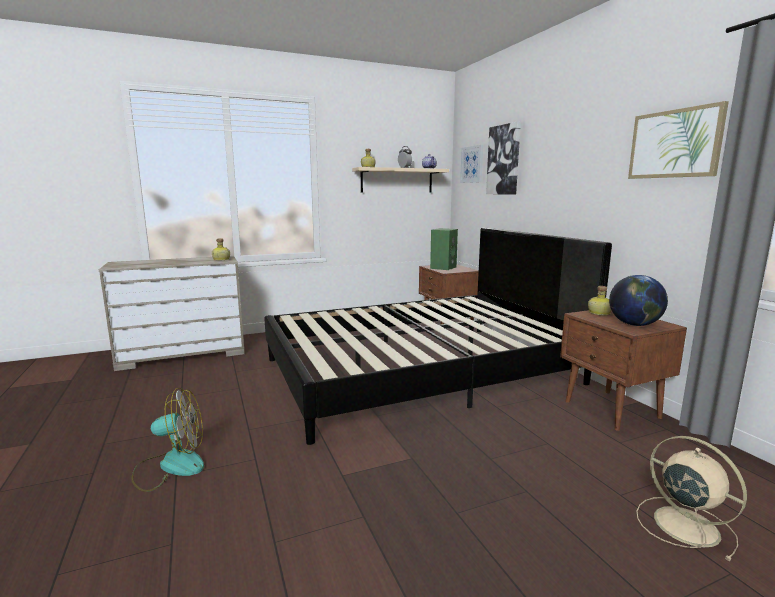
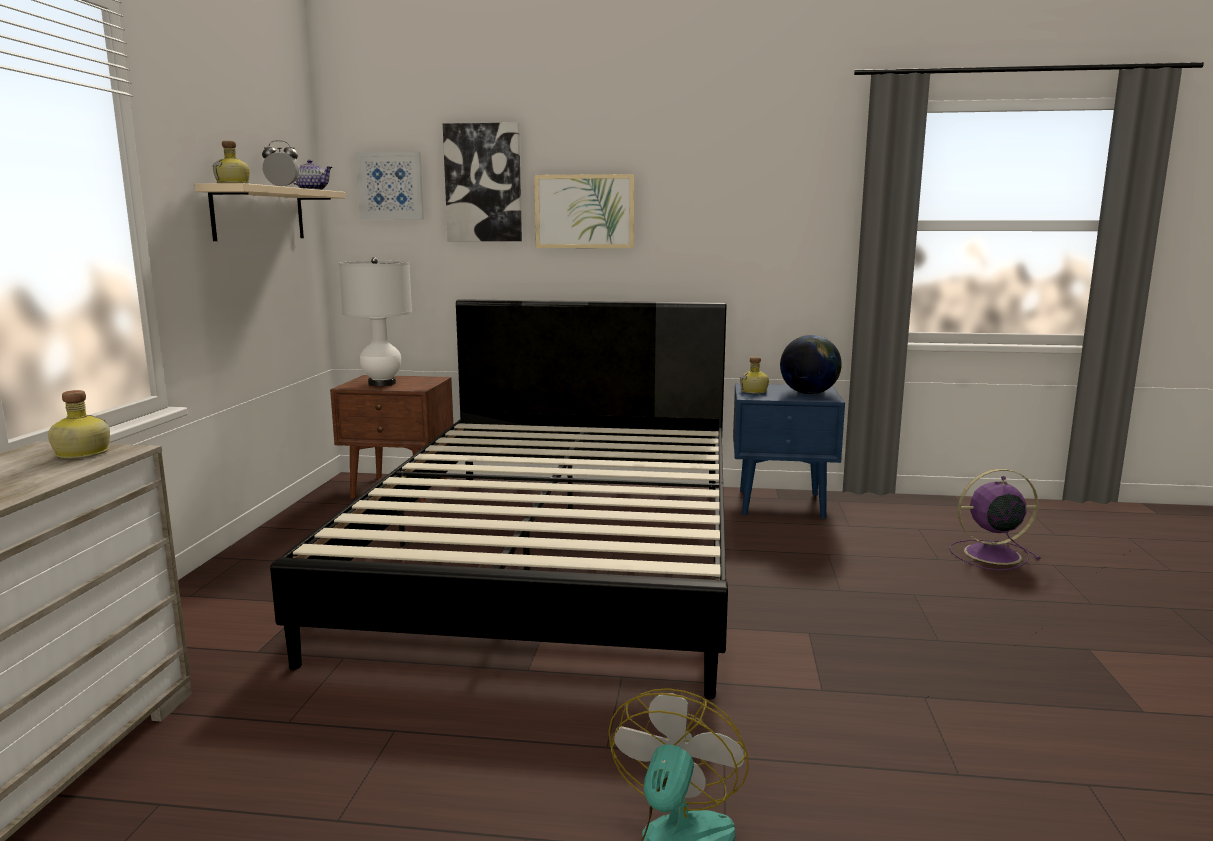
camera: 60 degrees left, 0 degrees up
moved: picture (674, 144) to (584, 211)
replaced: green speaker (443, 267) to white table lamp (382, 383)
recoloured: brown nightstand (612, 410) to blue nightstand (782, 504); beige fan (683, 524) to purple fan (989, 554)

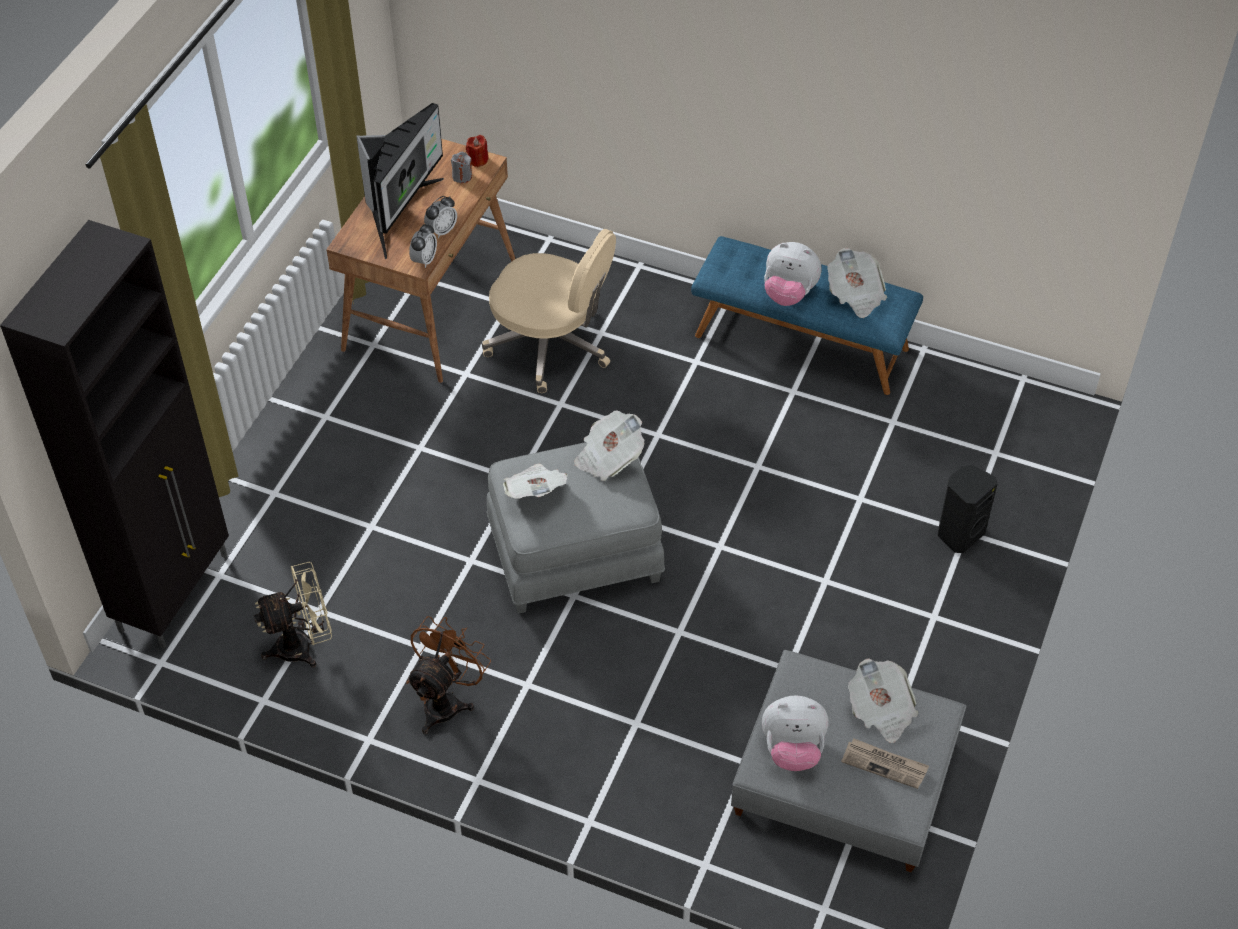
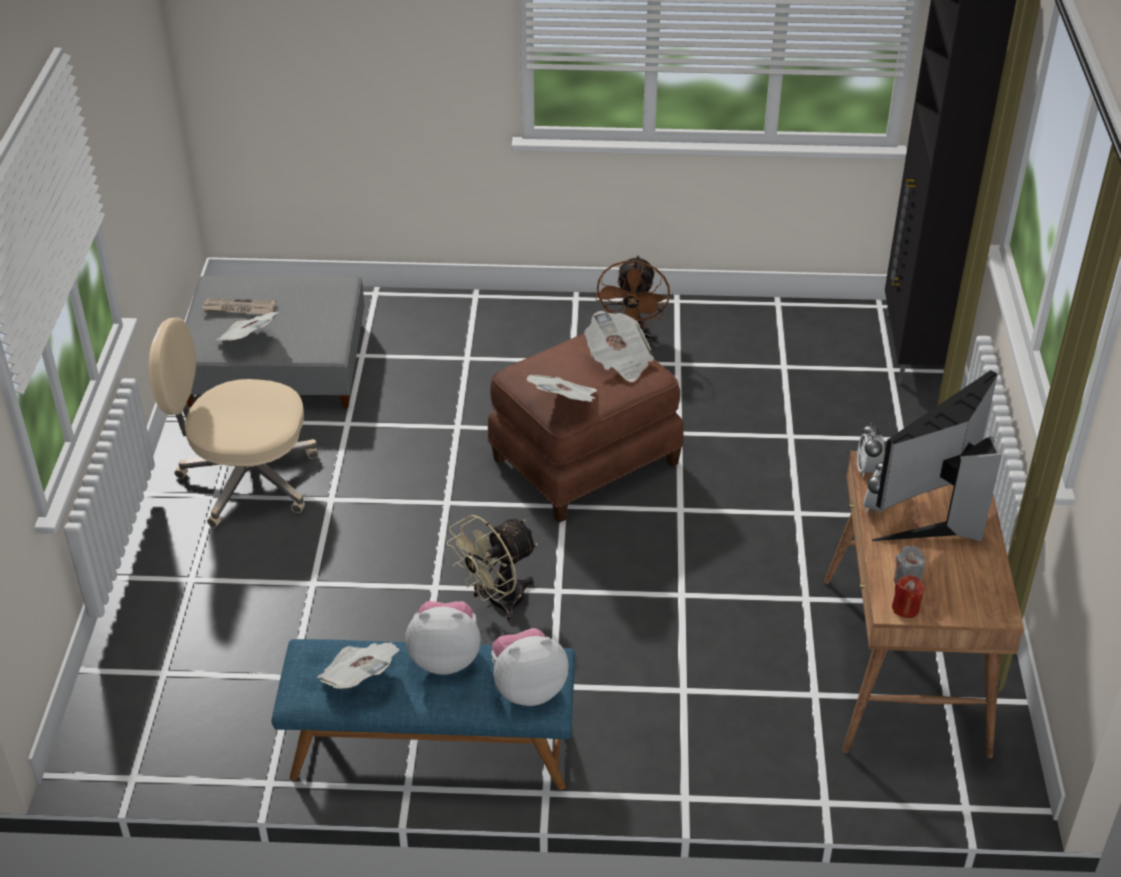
camera: 160 degrees right, 10 degrees down
removed: black speaker (959, 533)
moved: beige office chair (551, 346) to (246, 480); beige fan (303, 646) to (497, 602); plush toy (792, 749) to (528, 688)
recoloured: grey ottoman (575, 556) to brown ottoman (584, 459)
turned: monitor (400, 213) = (941, 515) 45 degrees clockwise

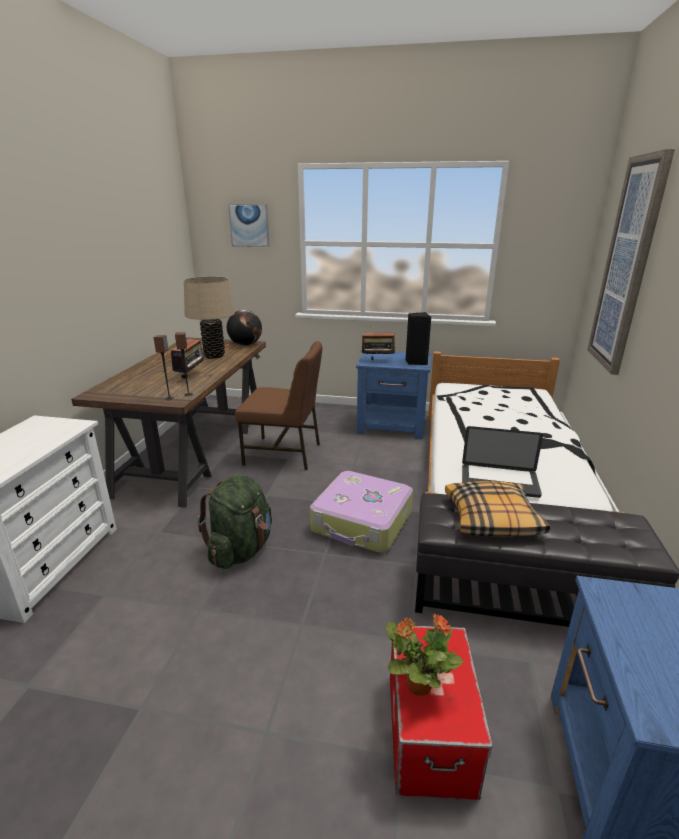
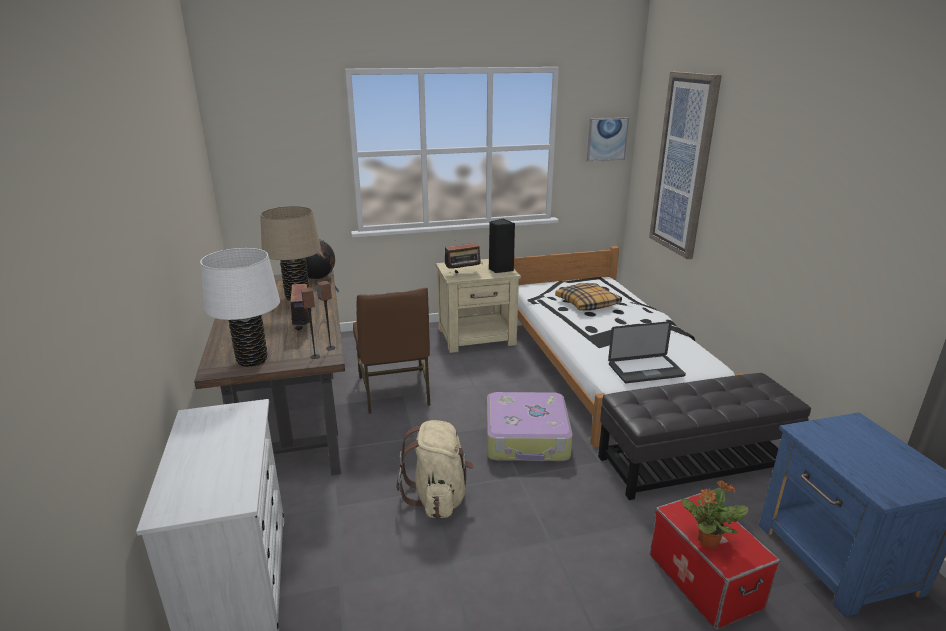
camera: 25 degrees left, 0 degrees up
added: white table lamp (252, 360)
moved: pillow (492, 519) to (587, 304); picture (249, 225) to (606, 139)
recoloured: green backpack (241, 550) to beige backpack (438, 497); blue nightstand (392, 425) to beige nightstand (478, 337)
turned: brown chair (284, 454) = (395, 391) 90 degrees clockwise

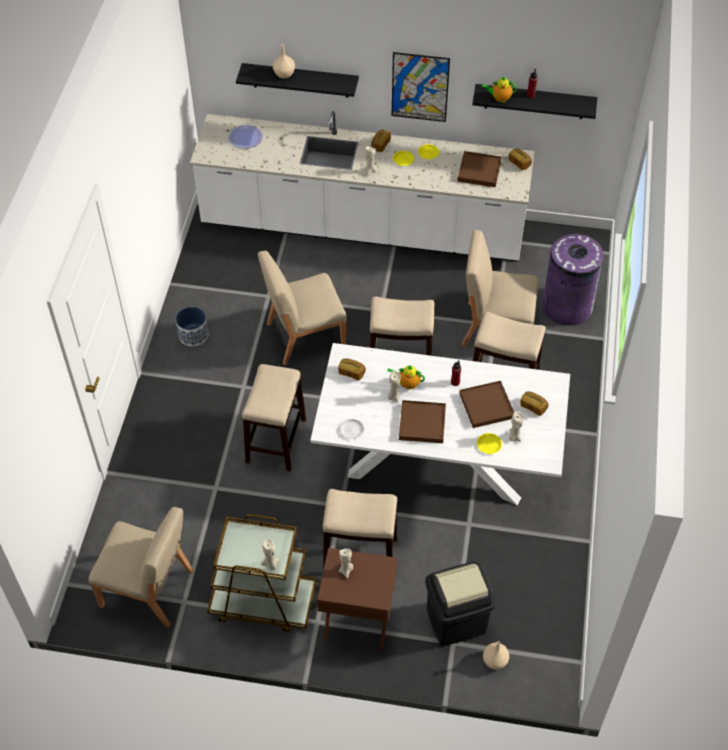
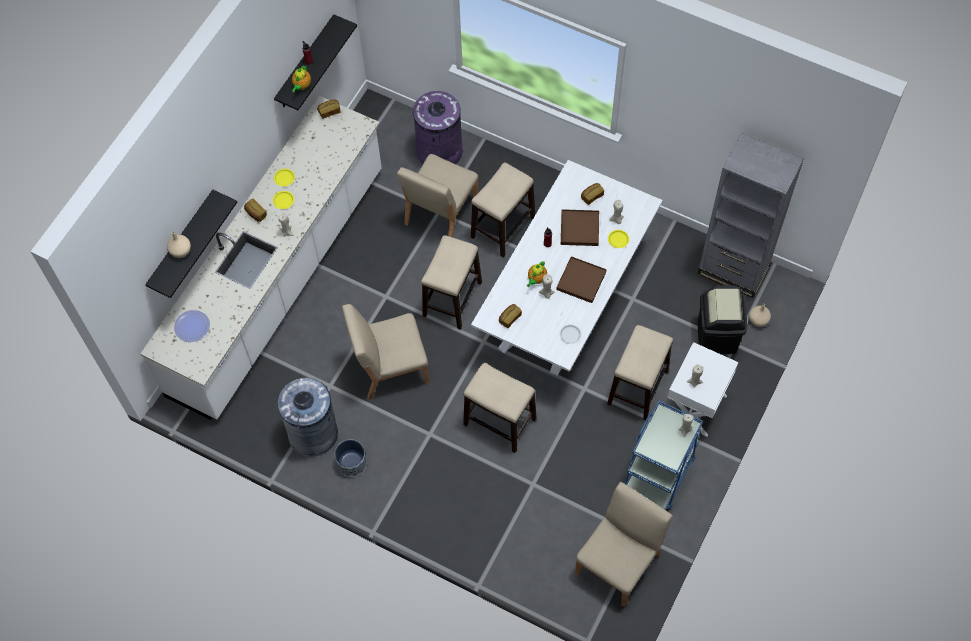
camera: 70 degrees left, 10 degrees up
removed: picture (420, 87); brown tray (479, 171)
added: grey trash can (313, 433); grey bookcase (733, 269)
recoloured: brown cart (262, 602) to blue cart (658, 474); brown nightstand (357, 620) to white nightstand (696, 406)
turned: beige chair (304, 335) = (390, 367) 75 degrees clockwise

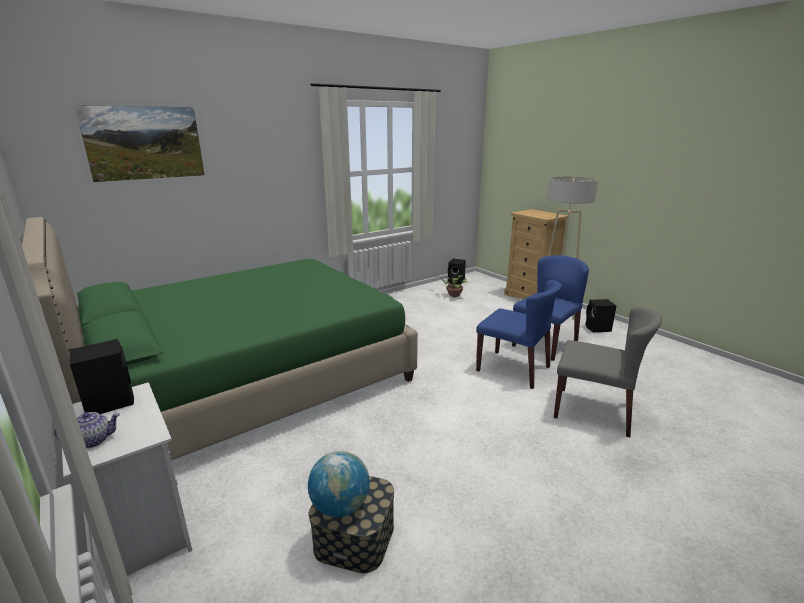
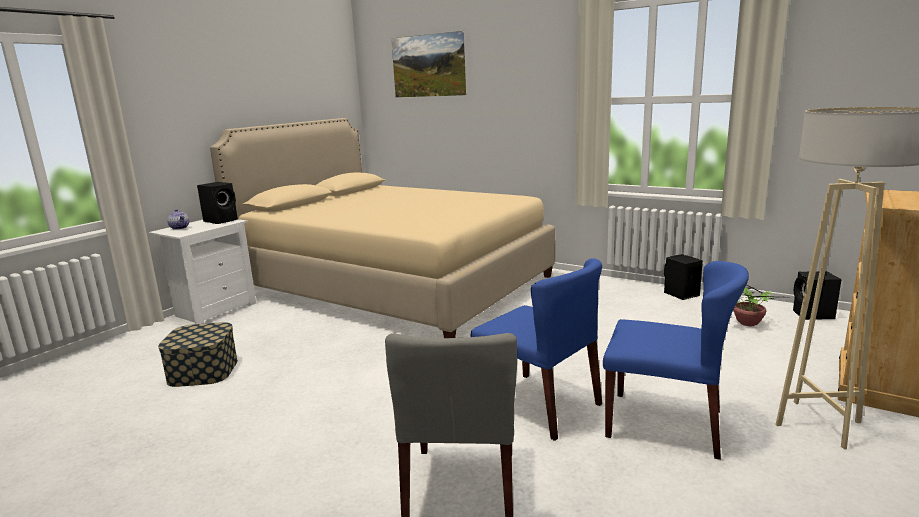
camera: 70 degrees right, 5 degrees down
removed: globe (340, 506)
moved: black speaker (598, 329) to (680, 294)
recoloured: green bed (247, 381) to beige bed (395, 285)
turned: blue chair (514, 369) = (540, 404) 60 degrees counterclockwise

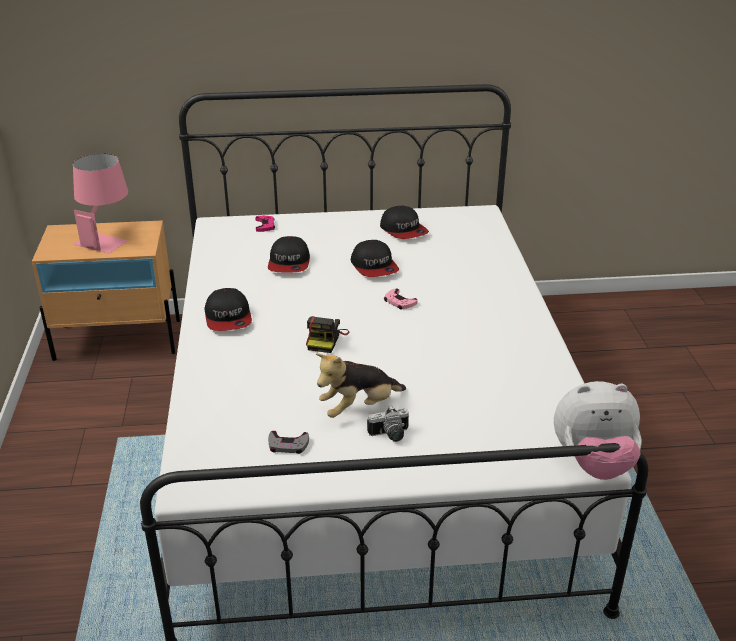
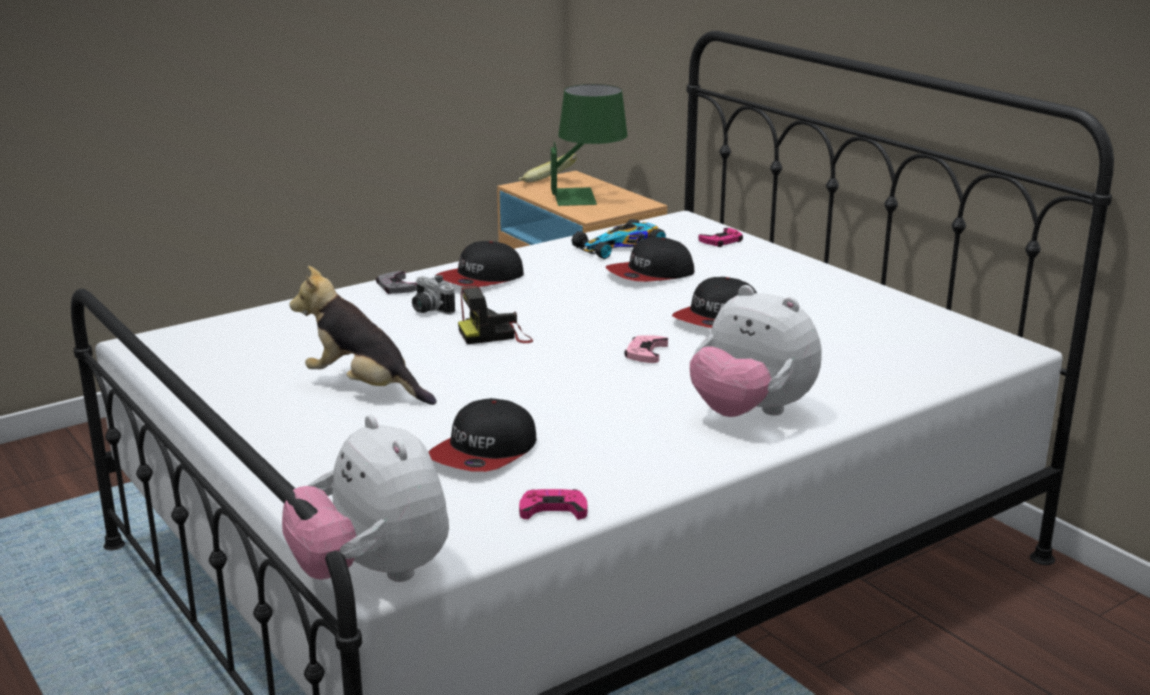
camera: 60 degrees right, 10 degrees down
added: banana (546, 184); pink game controller (553, 509); toy car (620, 246); plush toy (751, 413)
moved: grey game controller (288, 445) to (396, 287); photo camera (390, 435) to (428, 310); cap (404, 230) to (484, 452)
recoloured: pink table lamp (106, 238) to green table lamp (588, 196)

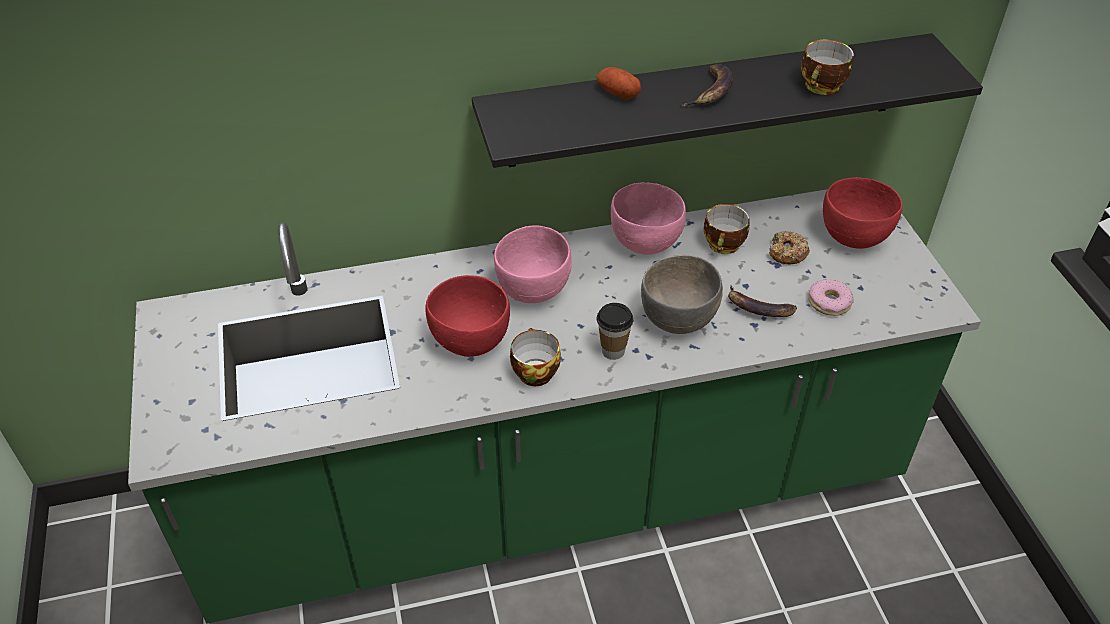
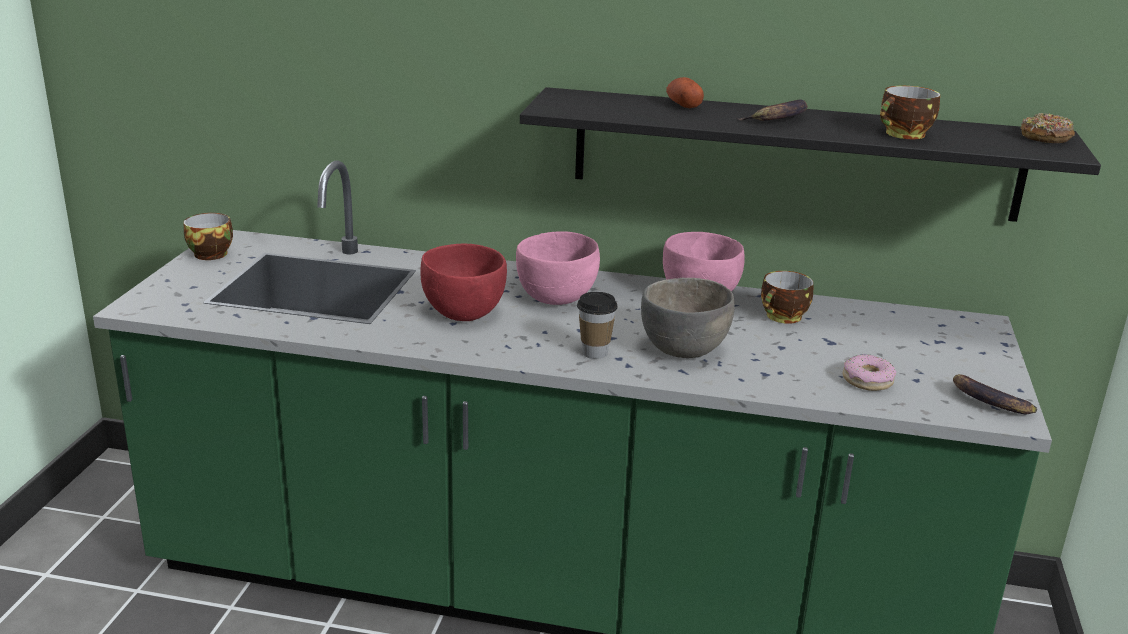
camera: 25 degrees right, 20 degrees down
removed: red bowl (854, 238)
moved: cup (533, 371) to (211, 253); banana (758, 308) to (987, 401); donut (787, 253) to (1045, 137)

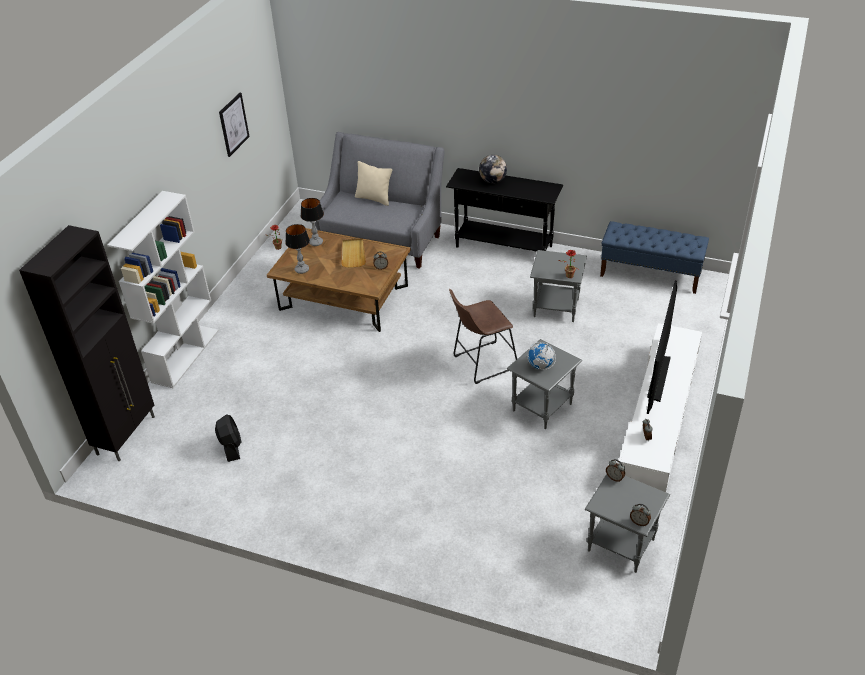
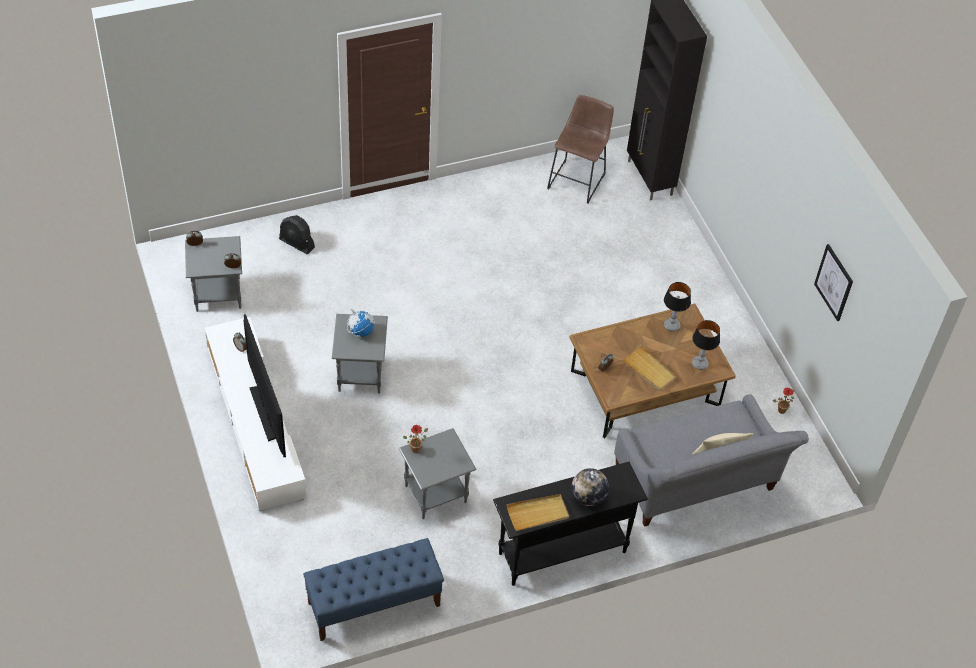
camera: 135 degrees right, 10 degrees up
removed: white bookcase (185, 355)
added: beige tray (538, 513)
moved: black fan (231, 447) to (297, 243); brown stool (481, 363) to (578, 179)

